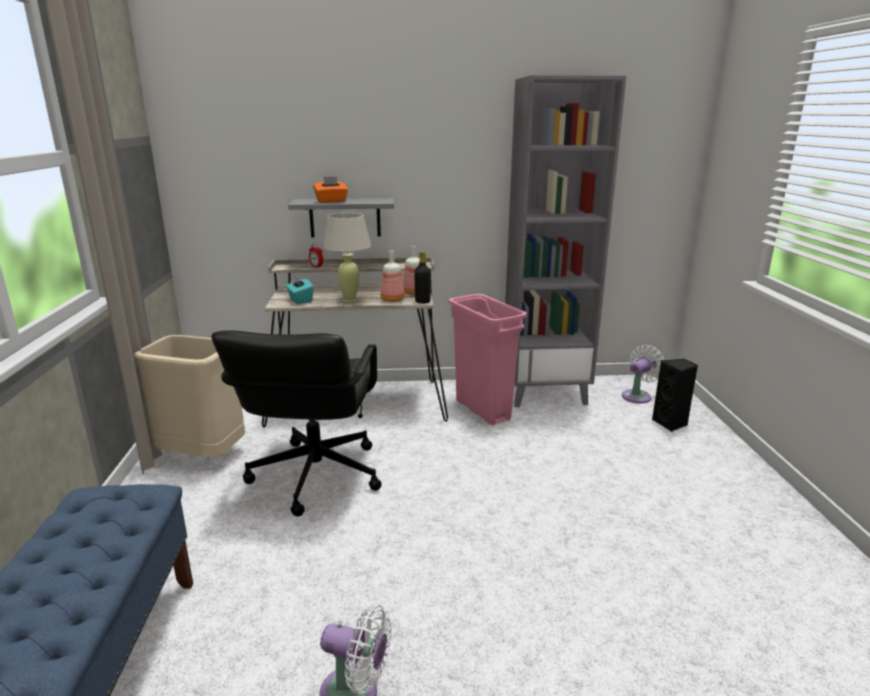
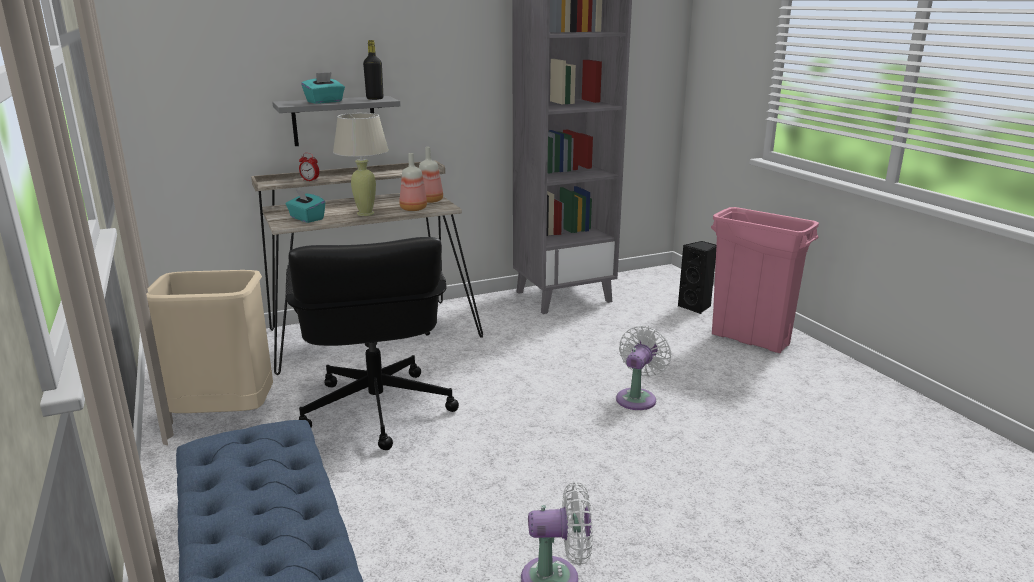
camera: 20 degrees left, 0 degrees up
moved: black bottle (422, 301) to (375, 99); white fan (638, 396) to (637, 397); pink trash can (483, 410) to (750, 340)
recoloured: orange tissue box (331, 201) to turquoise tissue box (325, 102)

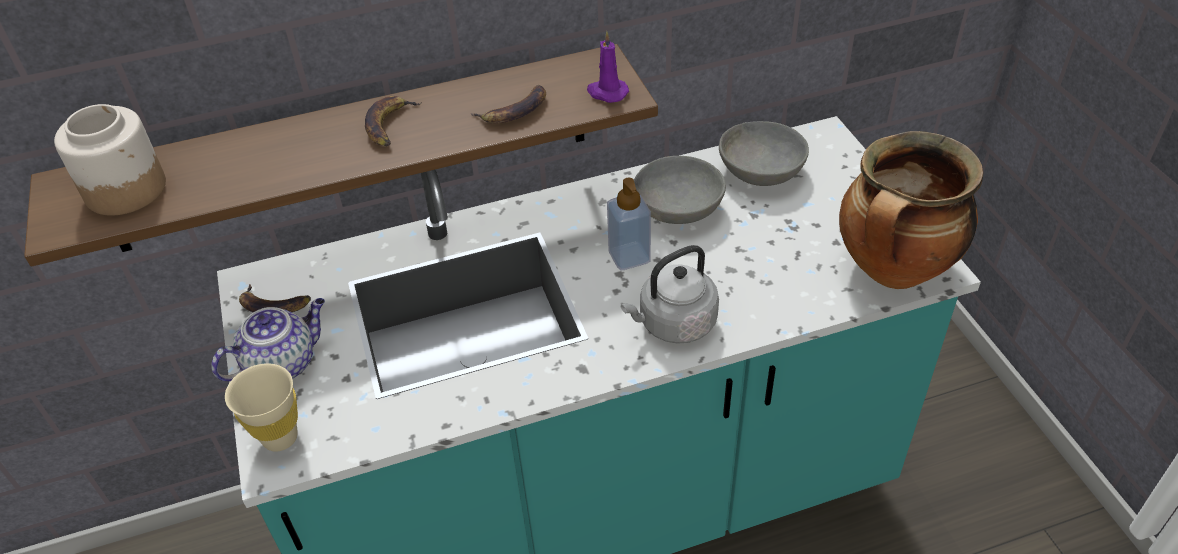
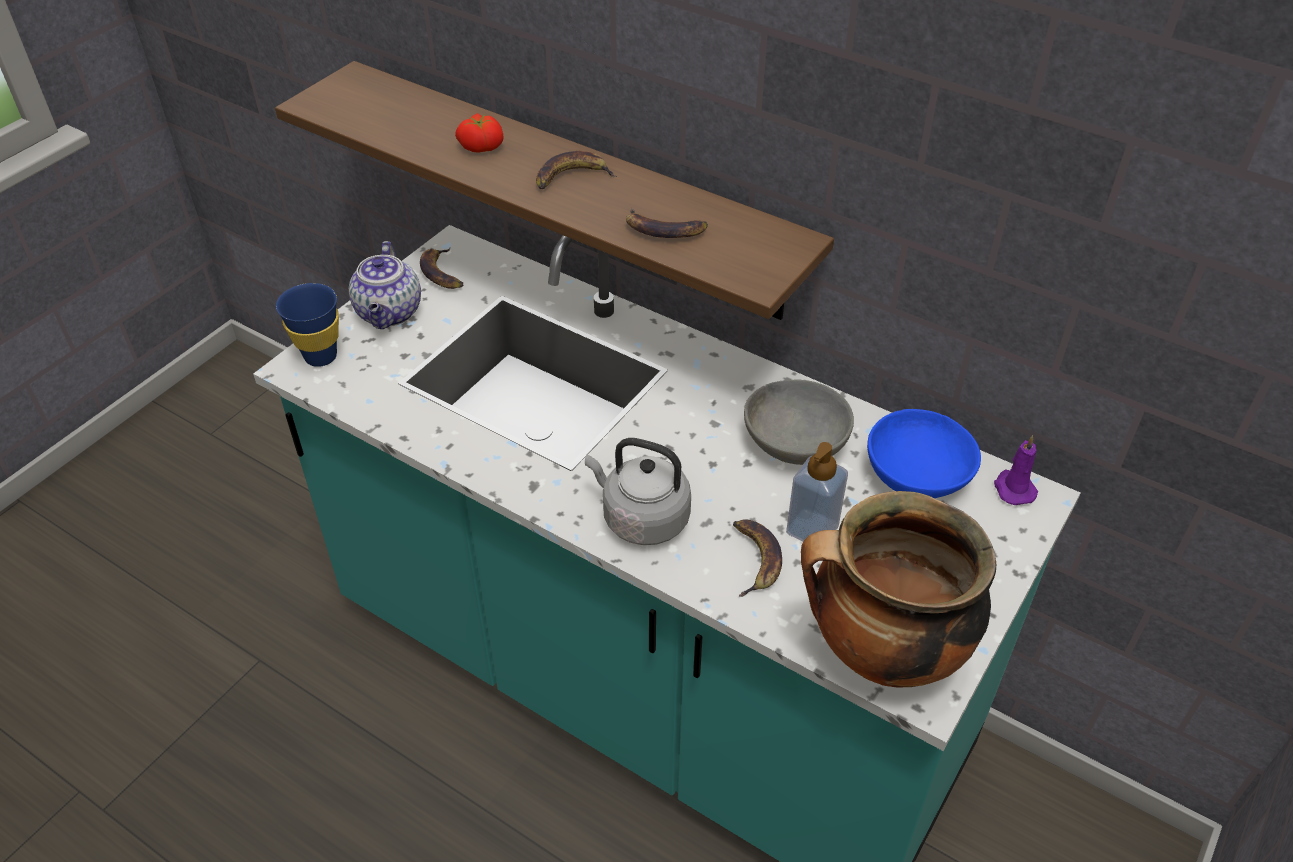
camera: 50 degrees right, 0 degrees up
removed: jar (126, 189)
added: tomato (482, 146); banana (754, 558)
moved: soap dispenser (629, 256) to (812, 529); purple candle (607, 92) to (1013, 488)
recoloured: beige cup (280, 437) to blue cup (321, 356); grey bowl (761, 171) to blue bowl (918, 475)
turned: teapot (282, 363) = (390, 314) 75 degrees clockwise

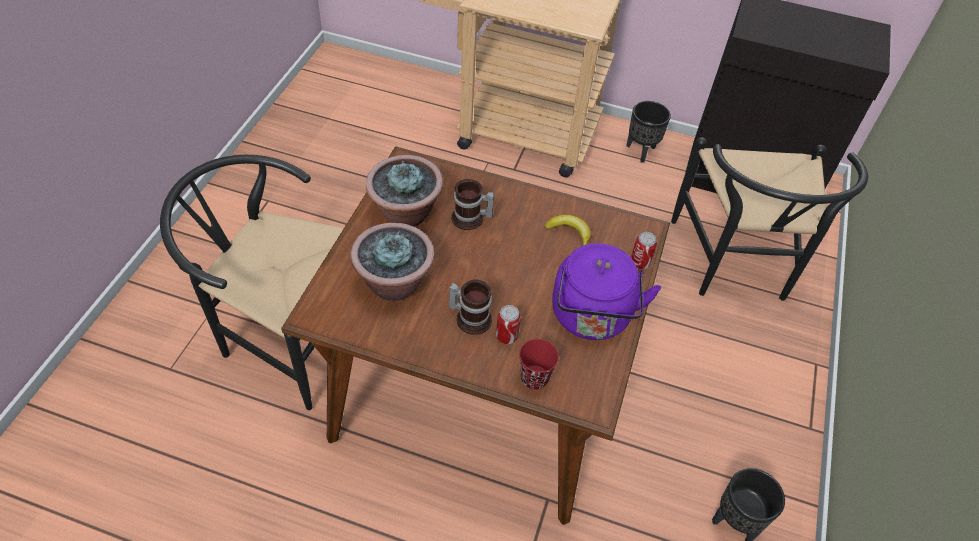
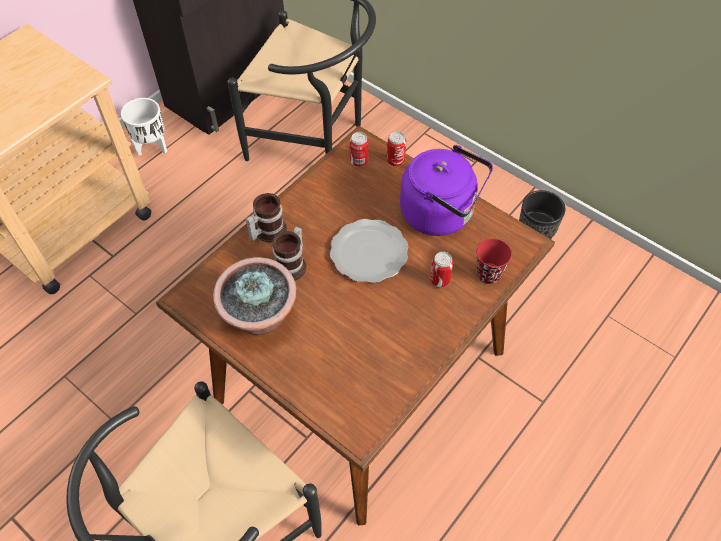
camera: 65 degrees left, 5 degrees up
removed: potted plant (394, 283); banana (569, 233)
added: plate (370, 252); can (359, 161)
moved: mug (471, 317) to (267, 231)
recoloured: black planter (641, 151) to white planter (152, 147)

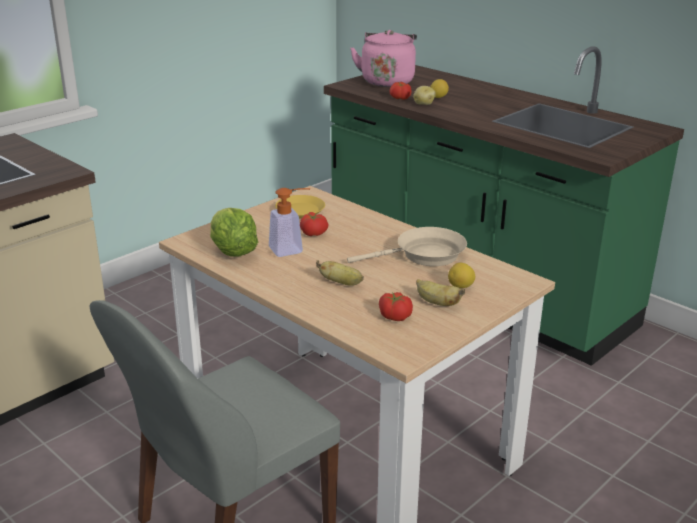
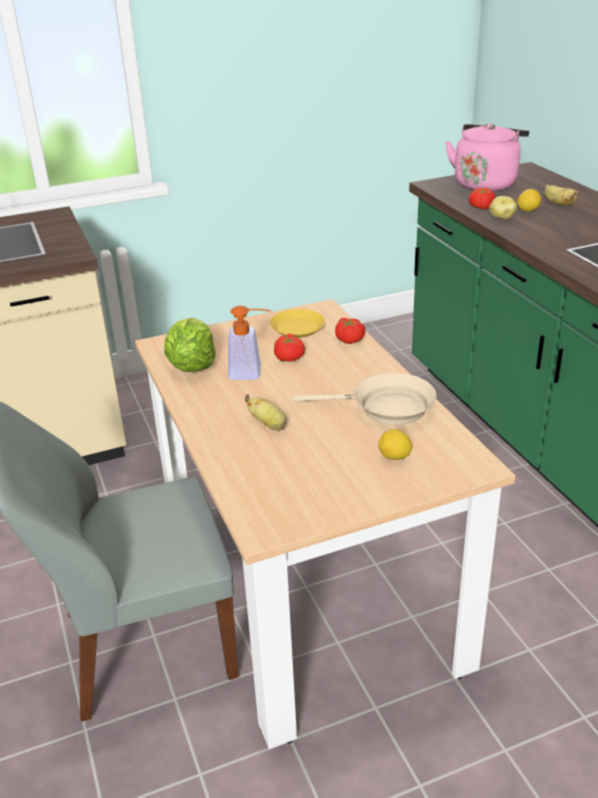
camera: 25 degrees right, 5 degrees up
moved: tomato (395, 316) to (350, 339); banana (436, 303) to (557, 203)

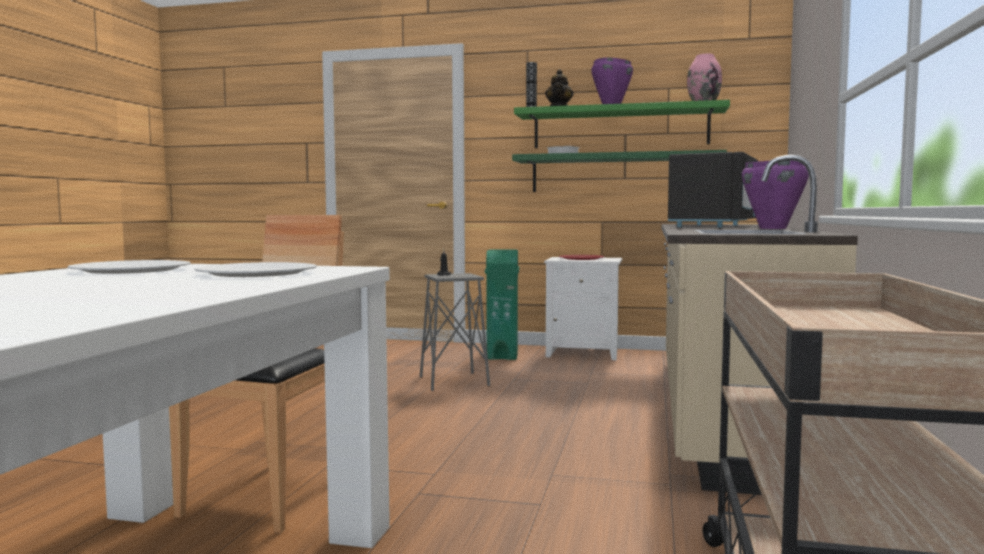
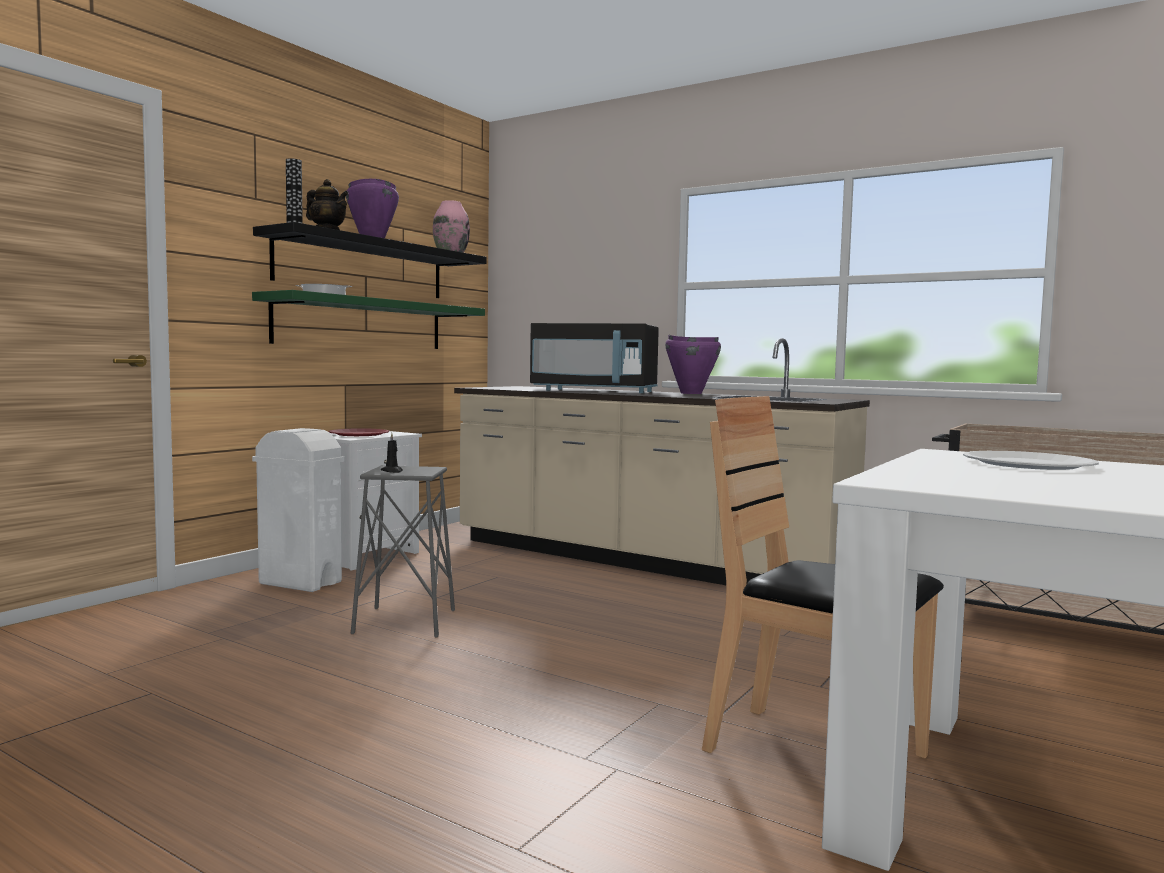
camera: 70 degrees left, 0 degrees up
removed: white plate (131, 270)
recoloured: green trash can (503, 355) to white trash can (300, 583); green shelf (620, 128) to black shelf (363, 267)
turned: black microwave (714, 226) = (595, 391) 150 degrees clockwise

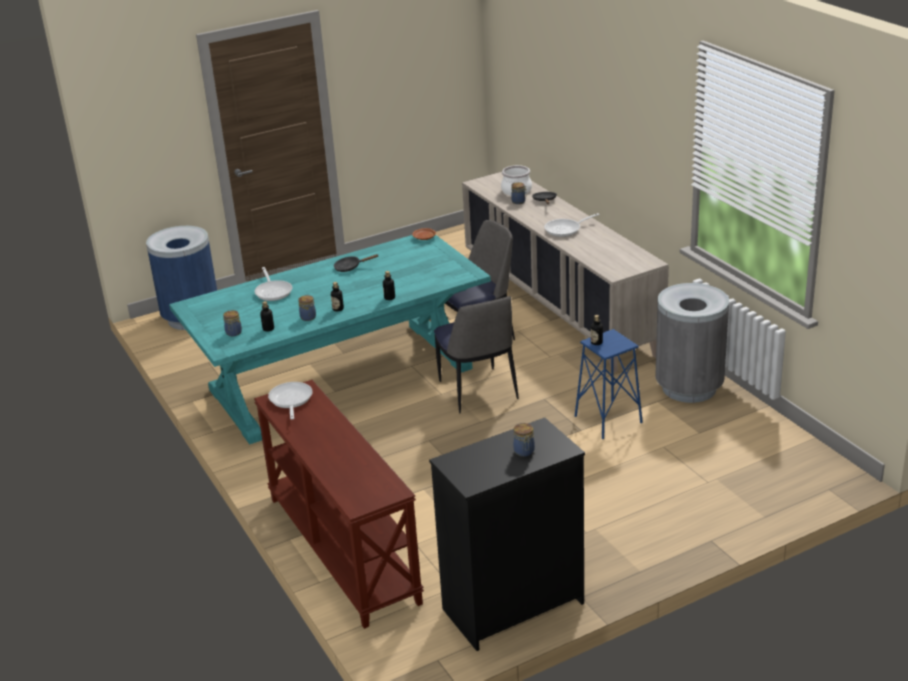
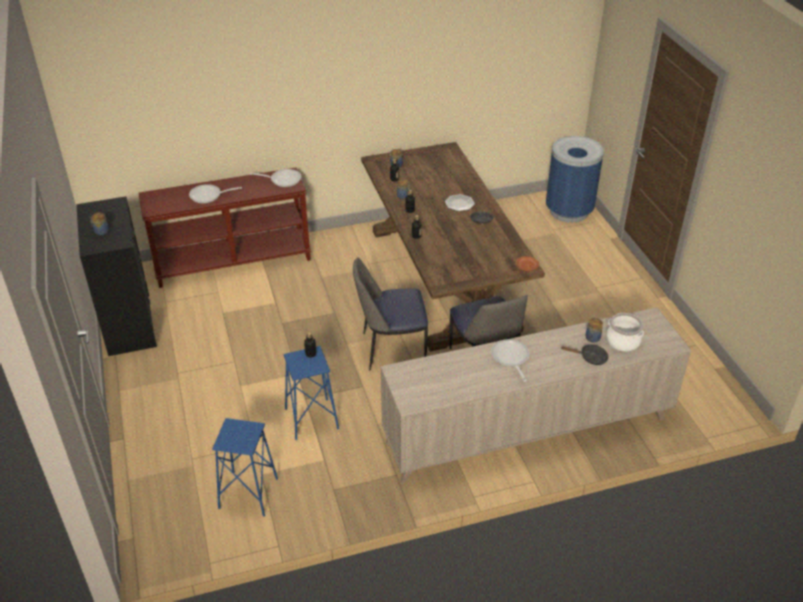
camera: 100 degrees right, 10 degrees up
removed: grey trash can (689, 388)
added: blue stool (248, 494); plate (459, 203)
moved: frying pan (273, 291) to (208, 196)
recoloured: turquoise dining table (341, 379) to brown dining table (443, 278)

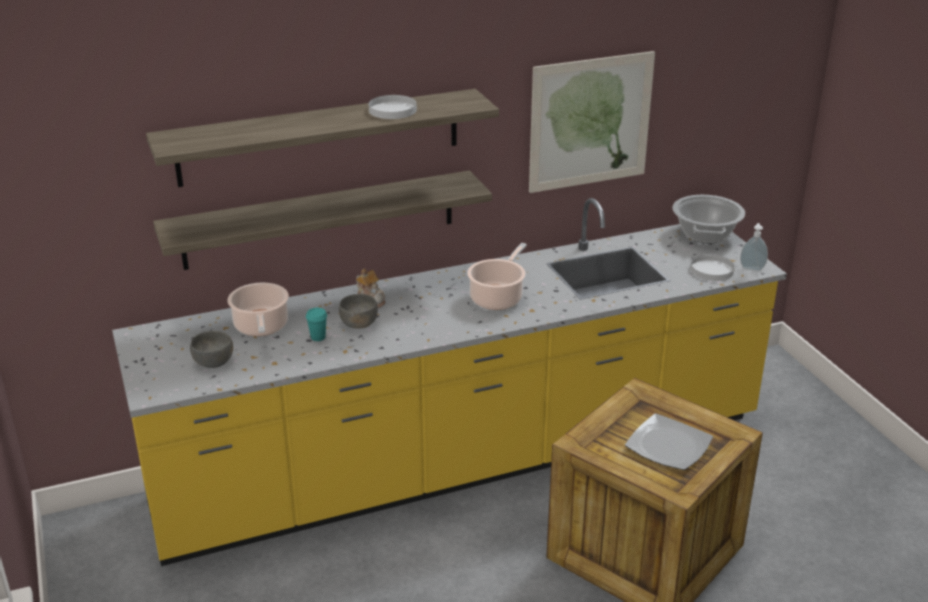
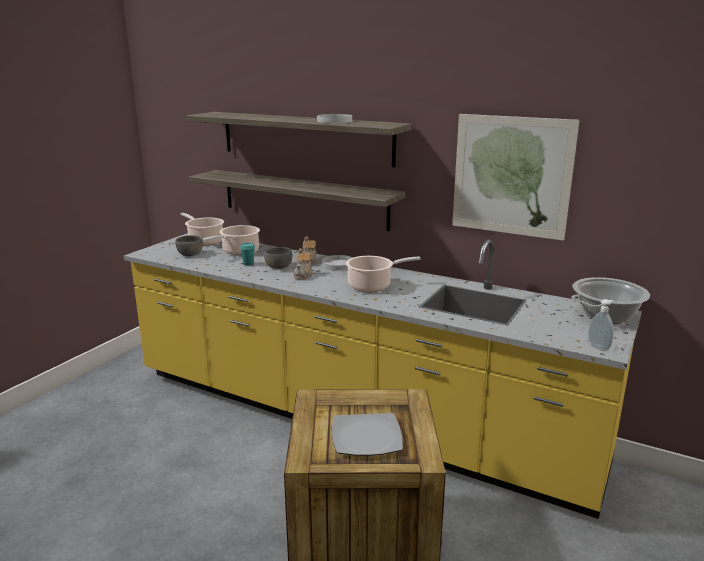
camera: 50 degrees right, 10 degrees down
added: cooking pot (204, 241); teapot (303, 275)
moved: white plate (712, 270) to (338, 265)

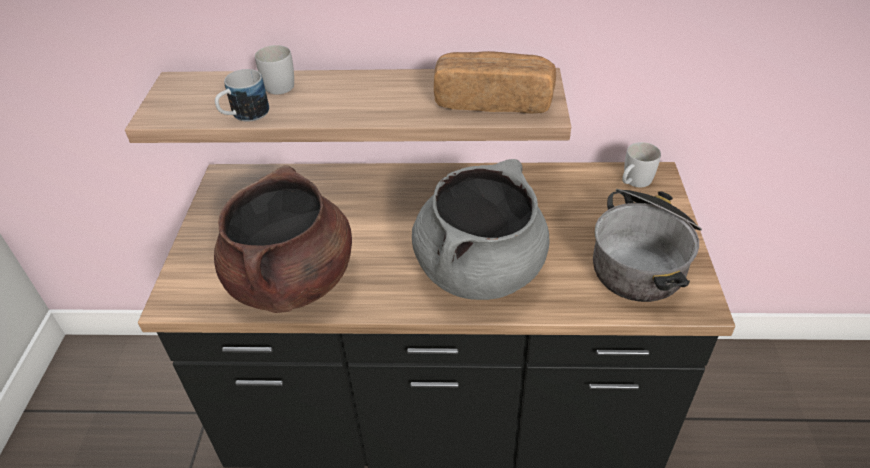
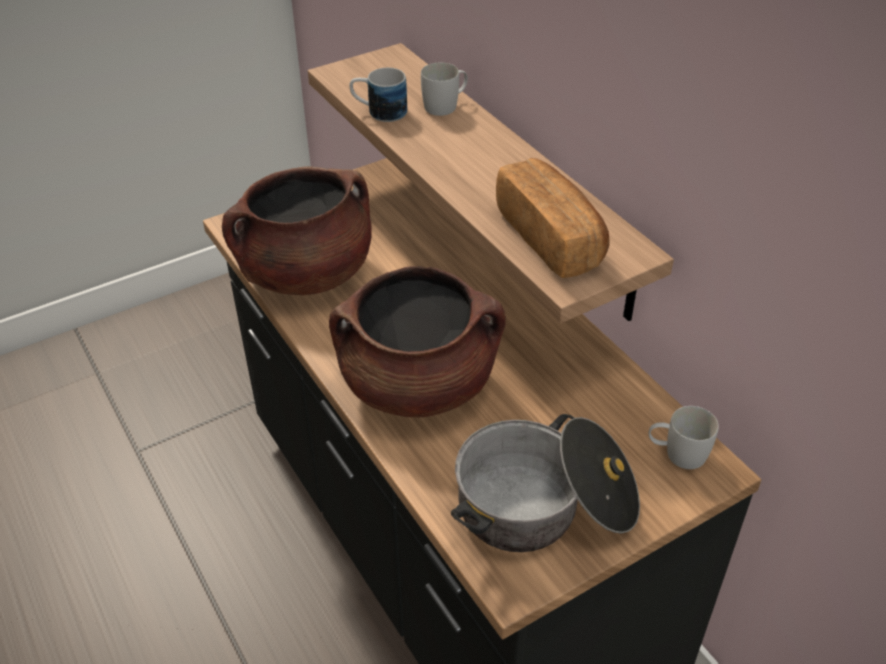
camera: 55 degrees right, 0 degrees up
recoloured: grey cooking pot (480, 269) to brown cooking pot (418, 384)

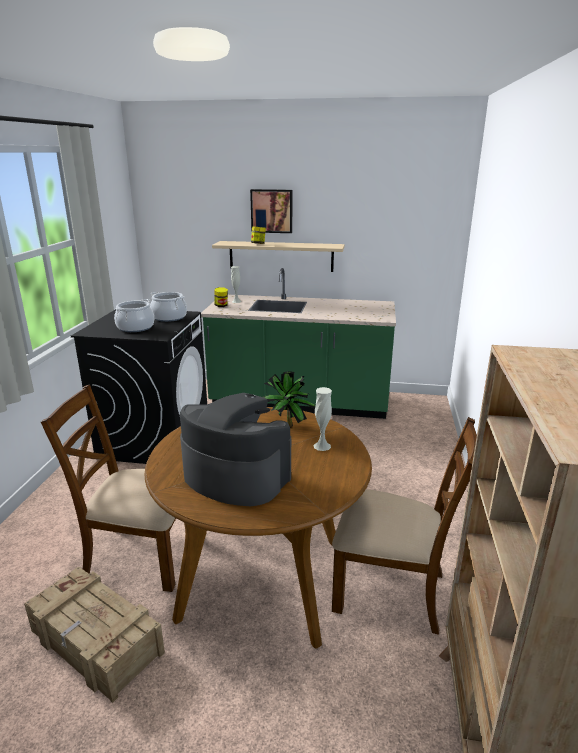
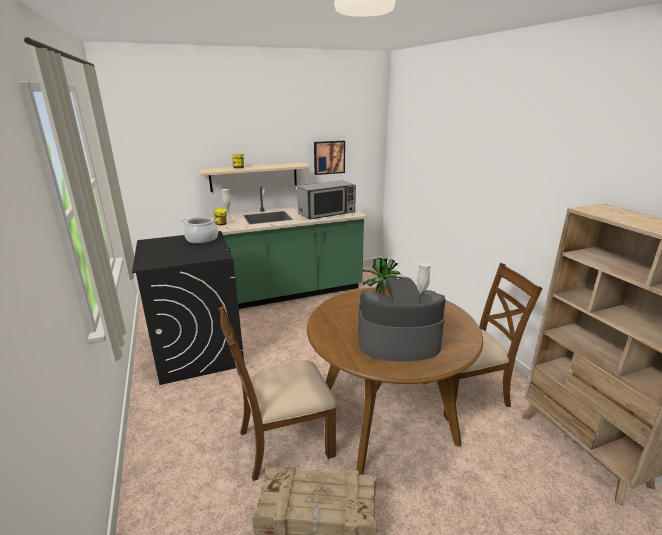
camera: 30 degrees left, 0 degrees up
removed: cooking pot (135, 327)
added: microwave (327, 213)
moved: picture (272, 211) to (329, 157)

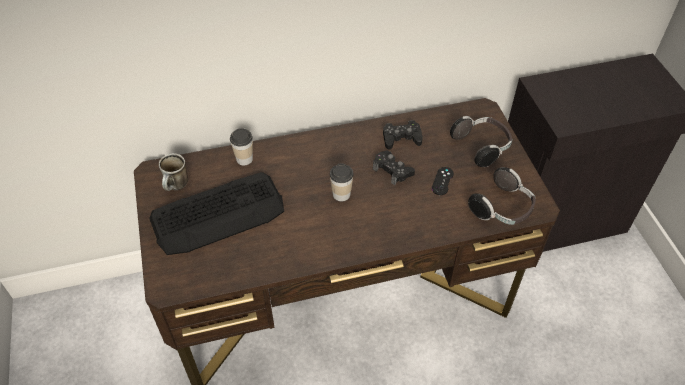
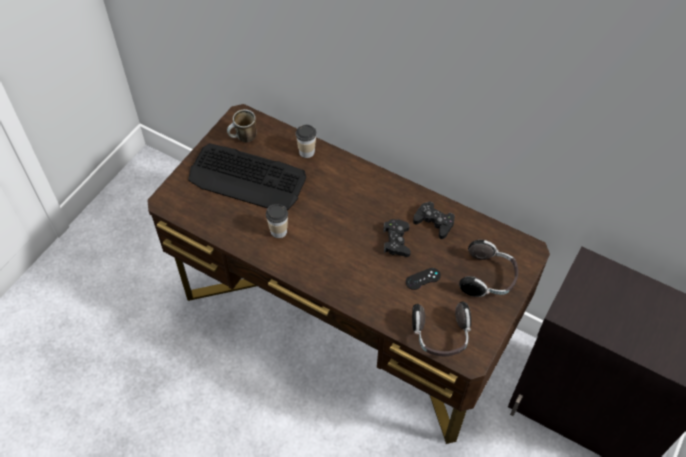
camera: 45 degrees right, 5 degrees up
moved: cup (341, 194) to (278, 231)

